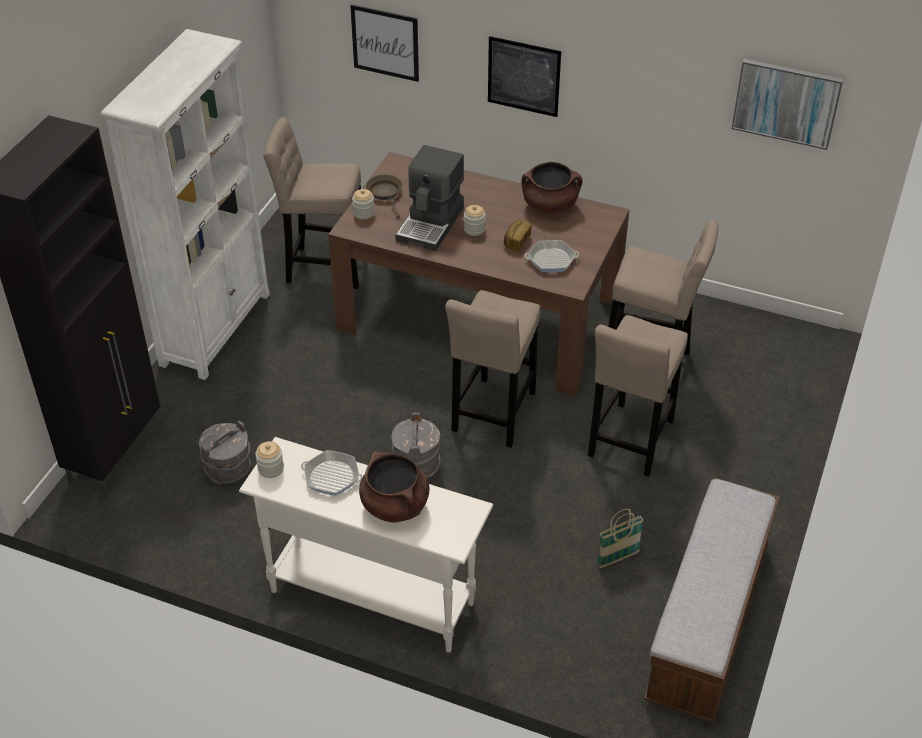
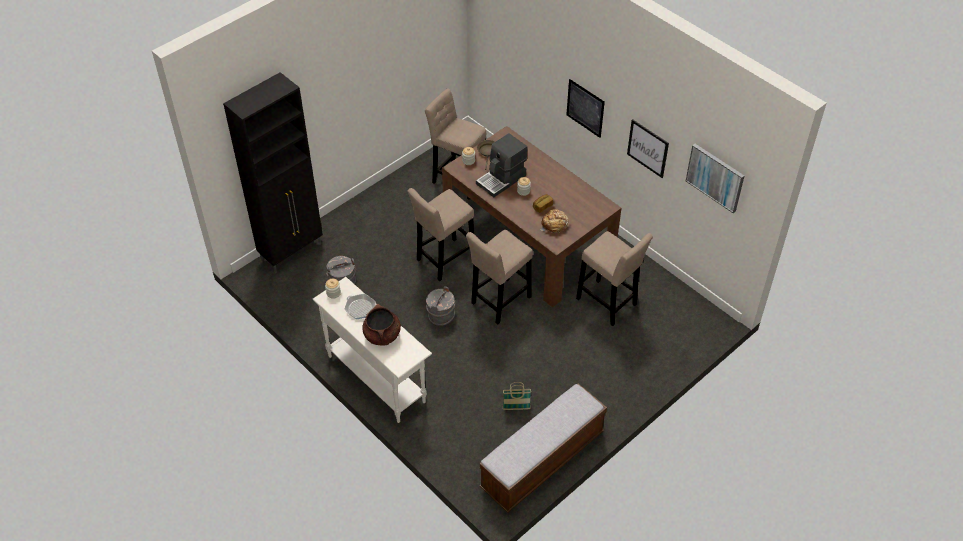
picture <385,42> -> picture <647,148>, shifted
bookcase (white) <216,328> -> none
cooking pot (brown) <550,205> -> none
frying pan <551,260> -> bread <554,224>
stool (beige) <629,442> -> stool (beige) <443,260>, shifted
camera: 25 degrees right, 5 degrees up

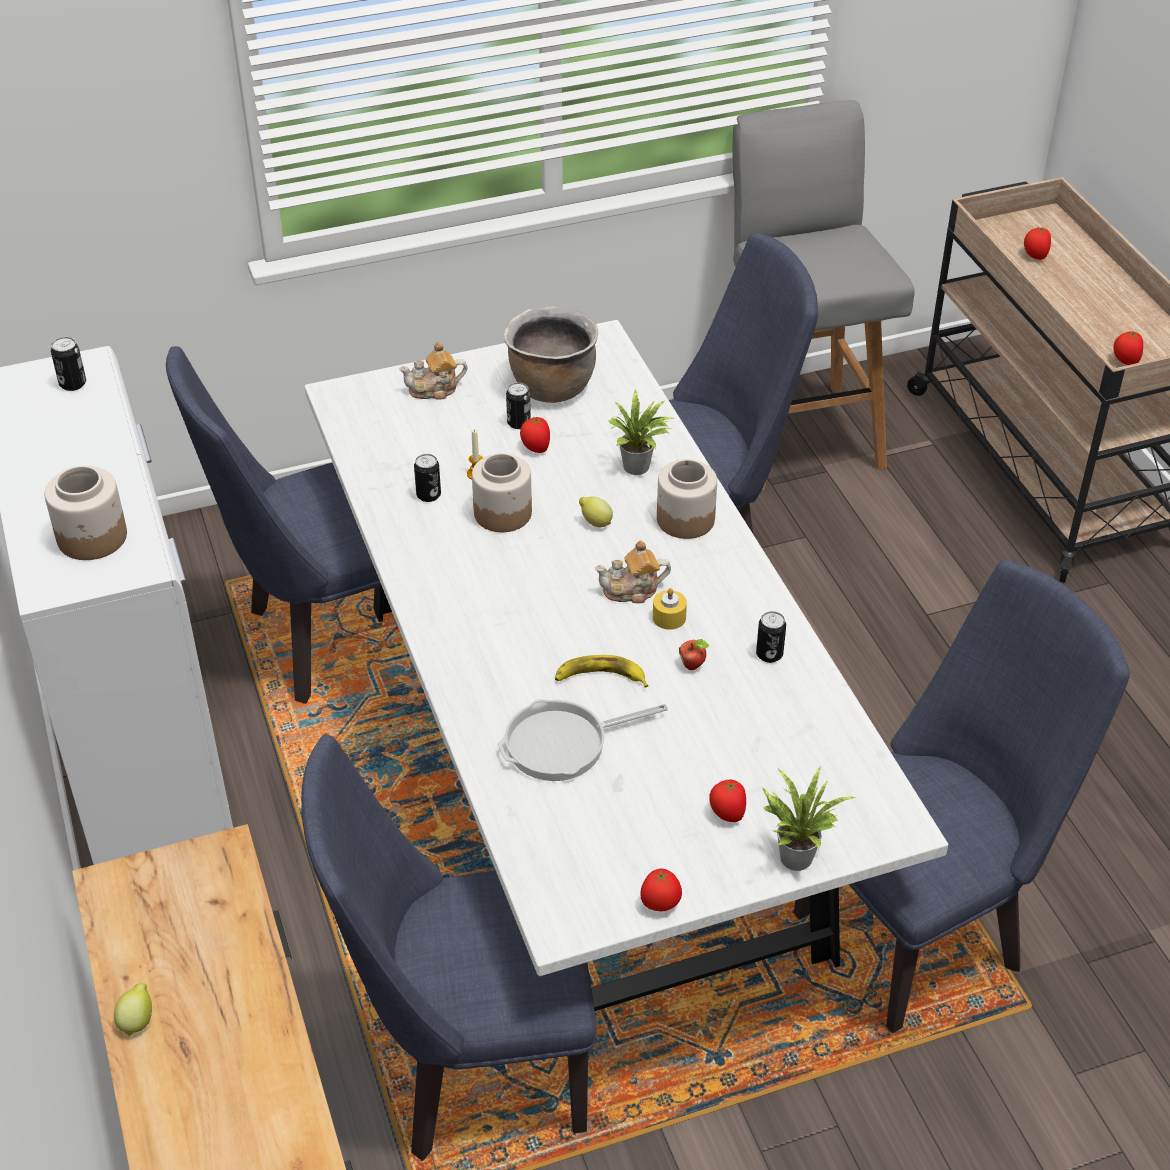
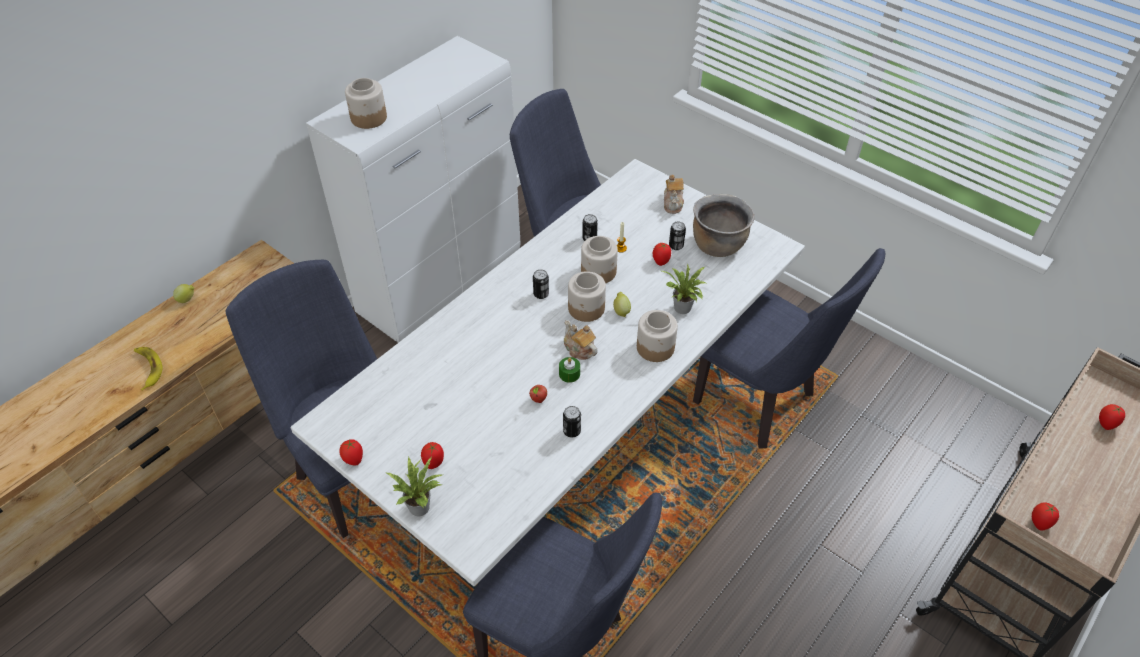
stool (grey) <797,433> -> none
can <73,384> -> can <541,294>, shifted
teapot <434,390> -> teapot <673,203>, 135 degrees counterclockwise
candle (yellow) <669,617> -> candle (green) <569,374>
banana <600,677> -> banana <148,368>, shifted
frying pan <563,744> -> none
none -> jar <586,308>
camera: 60 degrees right, 5 degrees up

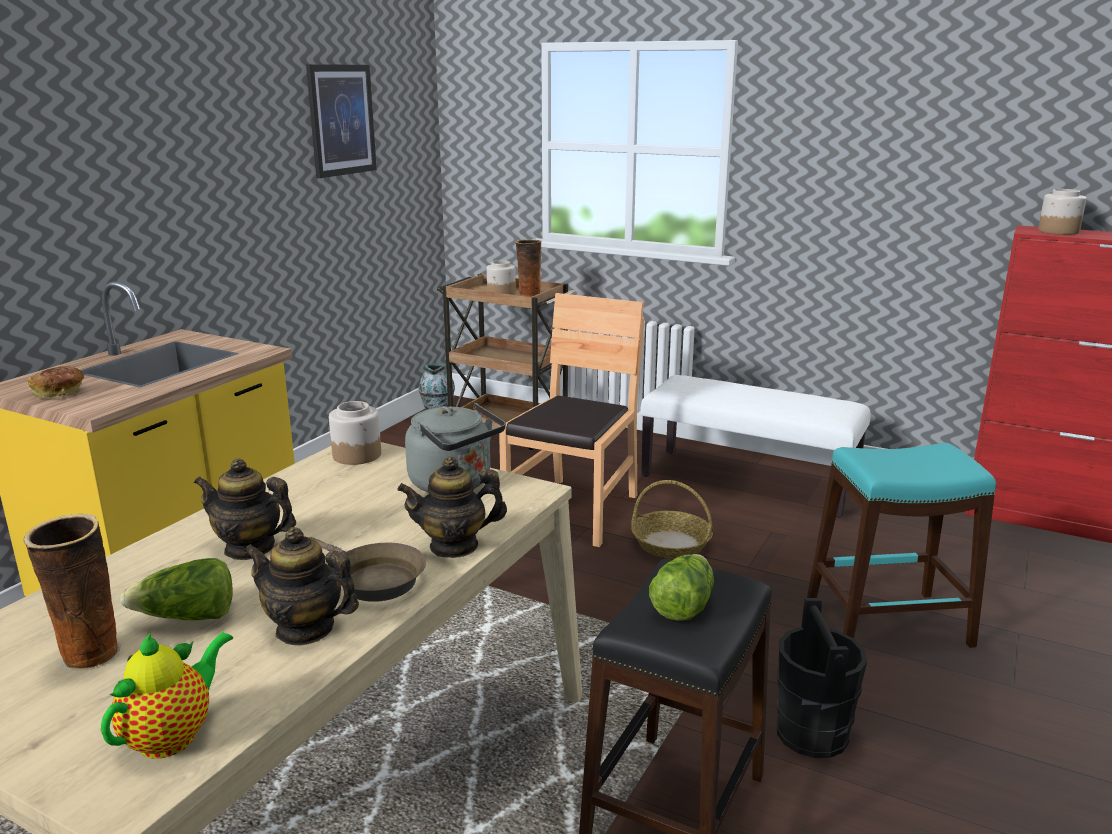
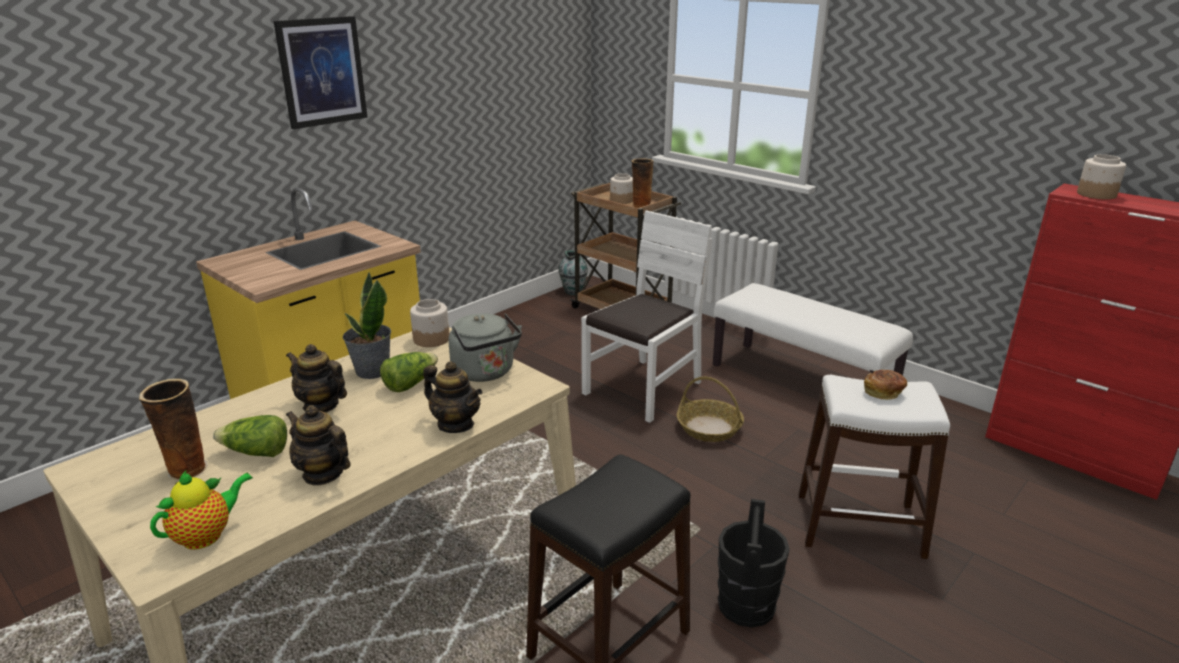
picture <341,120> -> picture <322,72>, shifted
chair (brown) <574,511> -> chair (white) <643,389>
bread <60,393> -> bread <883,392>, shifted
stool (turquoise) <888,624> -> stool (white) <860,526>
teapot <454,546> -> teapot <455,424>, 150 degrees counterclockwise
frying pan (brown) <373,580> -> none
lettuce <682,605> -> lettuce <410,384>, shifted
none -> potted plant <372,371>
camera: 15 degrees right, 5 degrees up

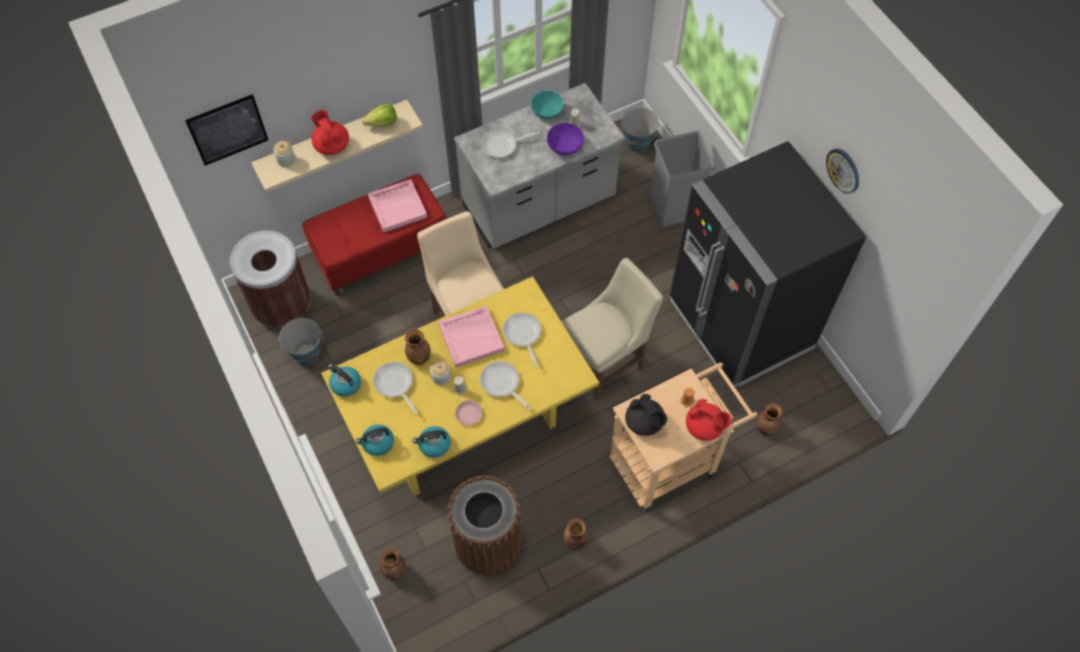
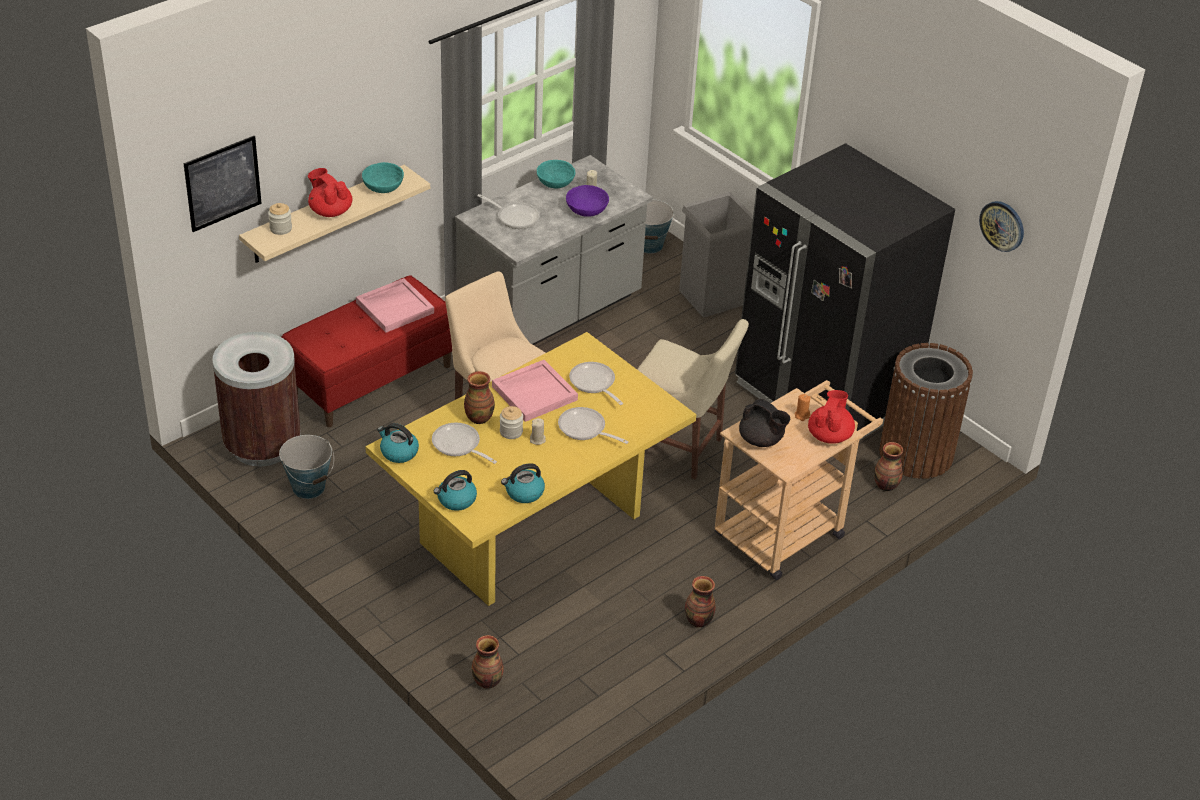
lettuce <382,123> -> bowl (turquoise) <383,187>
frying pan <503,145> -> frying pan <515,217>, 120 degrees counterclockwise
wall clock <843,170> -> wall clock <1002,225>, shifted
chair (beige) <606,363> -> chair (beige) <680,449>, 75 degrees clockwise
teapot (red) <704,427> -> teapot (red) <829,435>, 90 degrees counterclockwise
plate (pink) <469,414> -> none
trash can (brown) <488,543> -> trash can (brown) <916,453>, shifted
camera: 15 degrees left, 20 degrees down

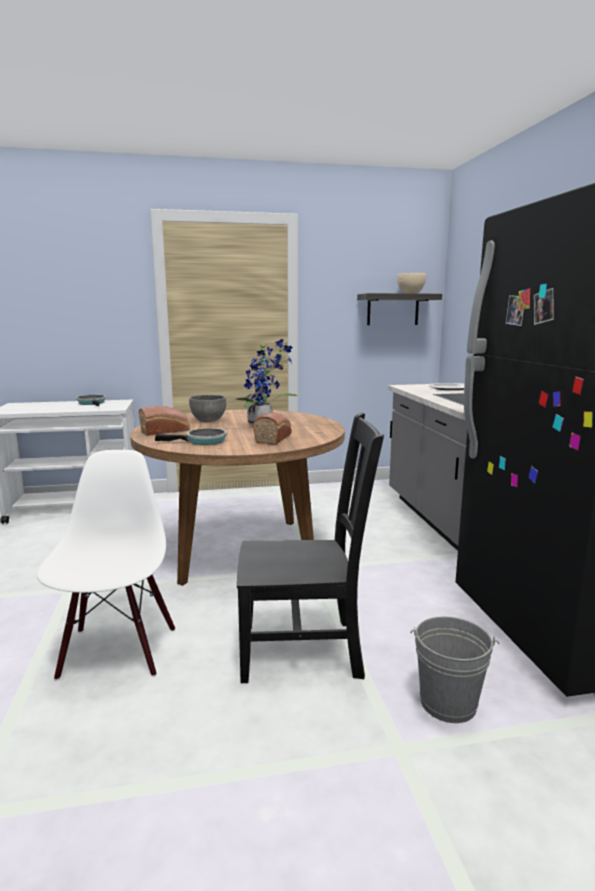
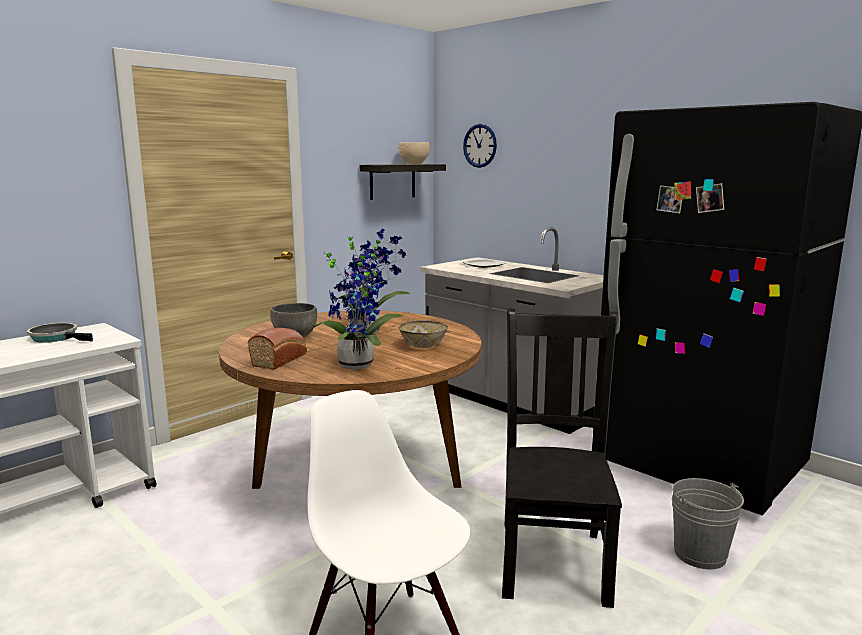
chair (black) <305,650> -> chair (black) <554,559>, 45 degrees counterclockwise
bread <274,438> -> bowl <423,346>
frying pan <203,441> -> potted plant <359,363>
none -> wall clock <480,145>
camera: 35 degrees left, 0 degrees up

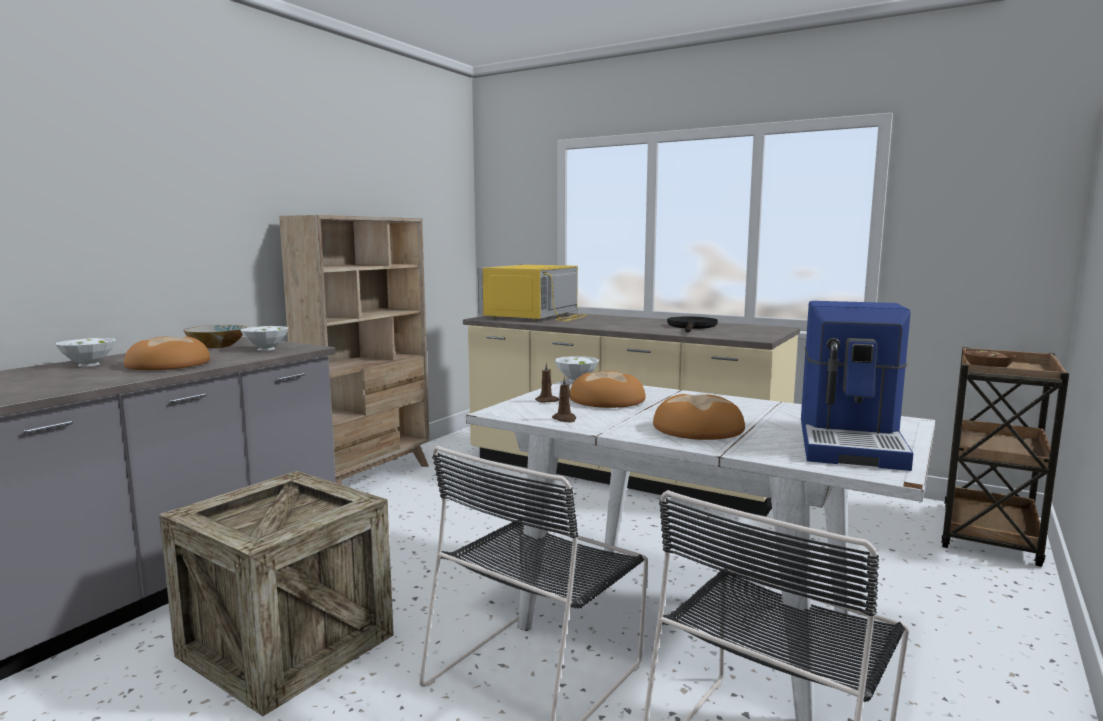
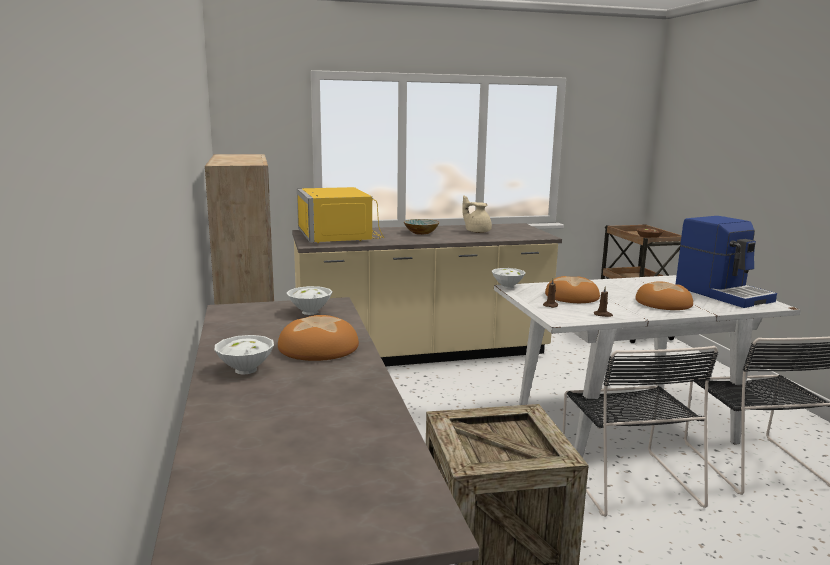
frying pan (black) <692,327> -> teapot (beige) <477,231>
bowl <217,346> -> bowl <421,233>, shifted
camera: 45 degrees left, 5 degrees up

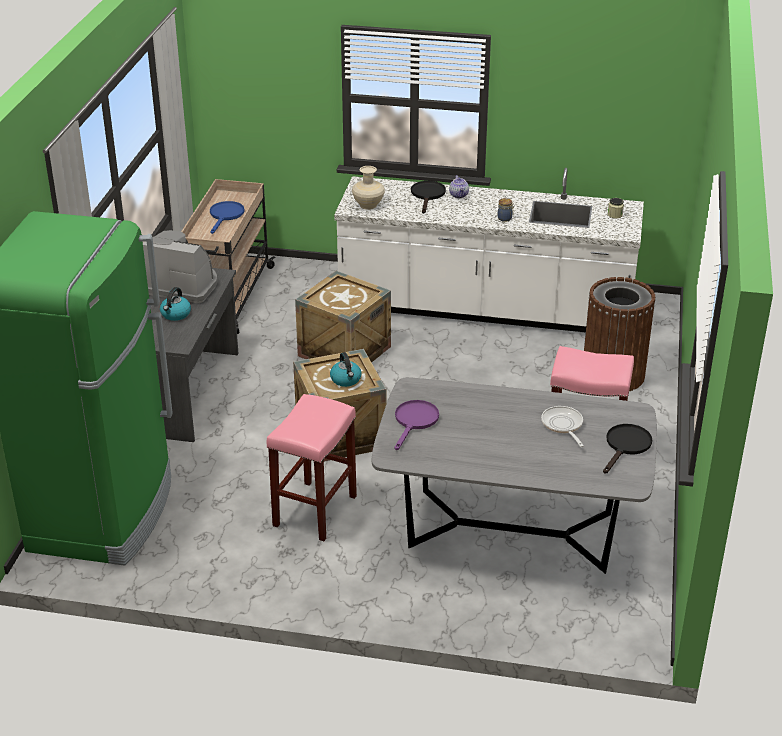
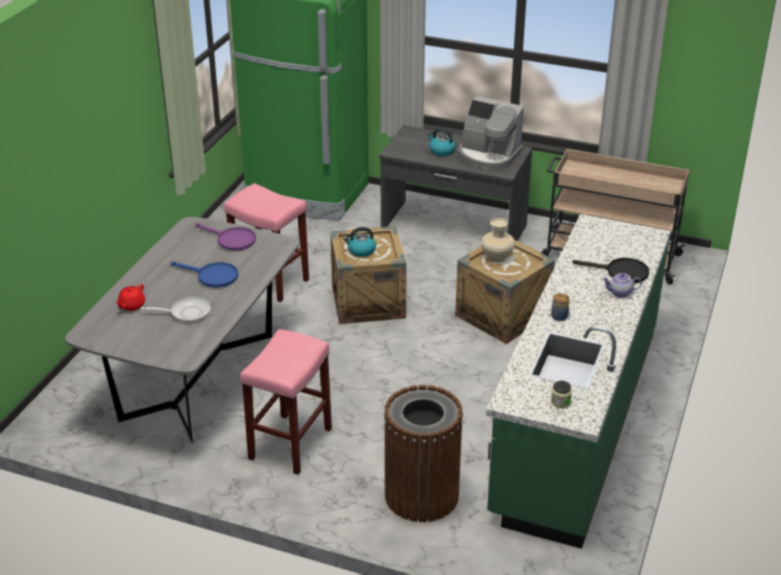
vase (beige) <368,205> -> vase (beige) <497,257>, shifted
counter (white) <485,309> -> counter (green) <575,419>
frying pan (blue) <225,216> -> frying pan (blue) <212,276>, shifted
coffee machine <183,286> -> coffee machine <488,155>, 90 degrees clockwise
frying pan (black) <626,446> -> none
none -> teapot (red) <131,305>
camera: 100 degrees right, 0 degrees up

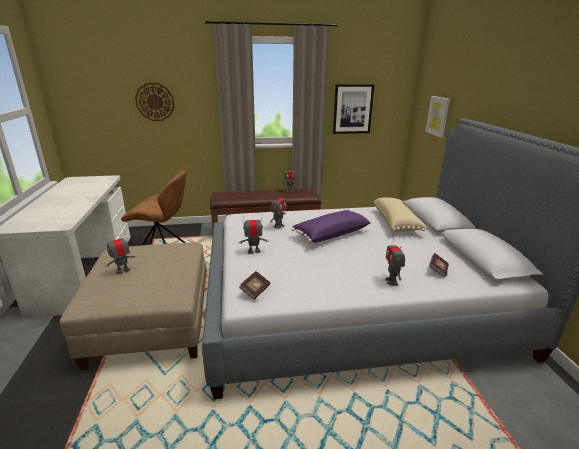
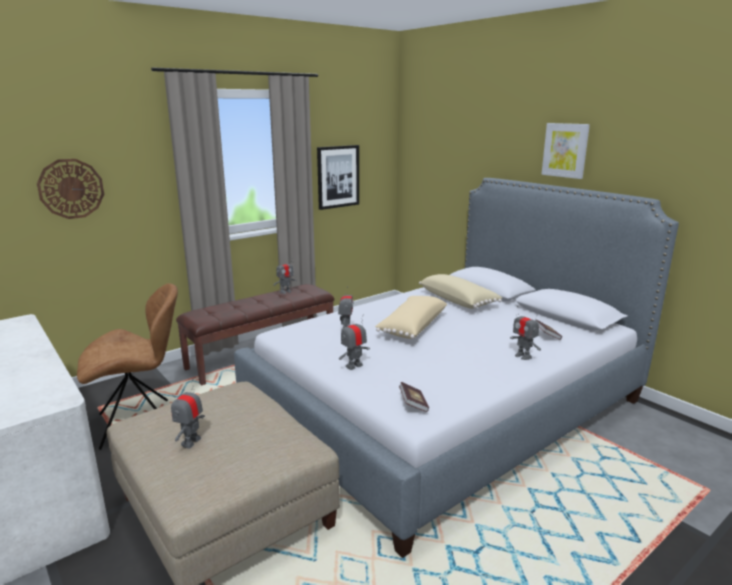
picture <438,116> -> picture <565,150>, shifted
pillow (purple) <331,234> -> pillow (beige) <411,327>
camera: 30 degrees left, 5 degrees down

